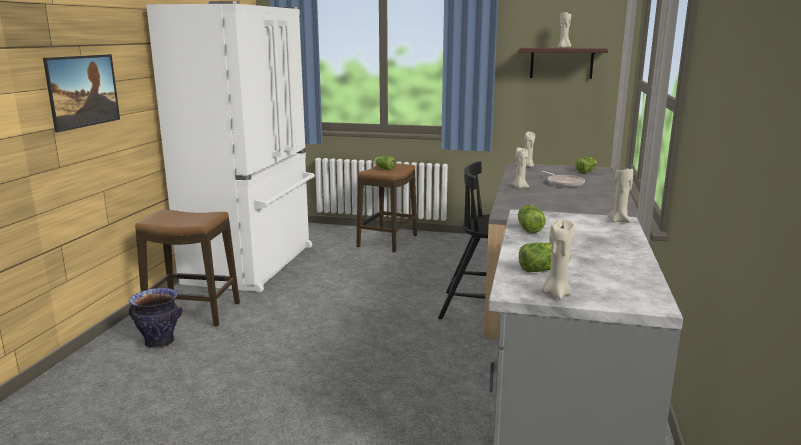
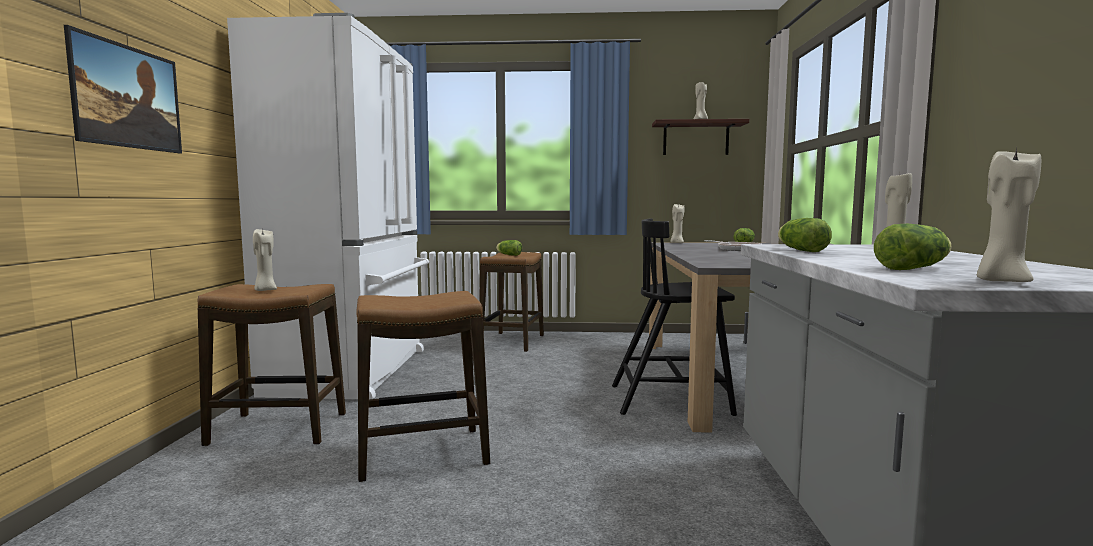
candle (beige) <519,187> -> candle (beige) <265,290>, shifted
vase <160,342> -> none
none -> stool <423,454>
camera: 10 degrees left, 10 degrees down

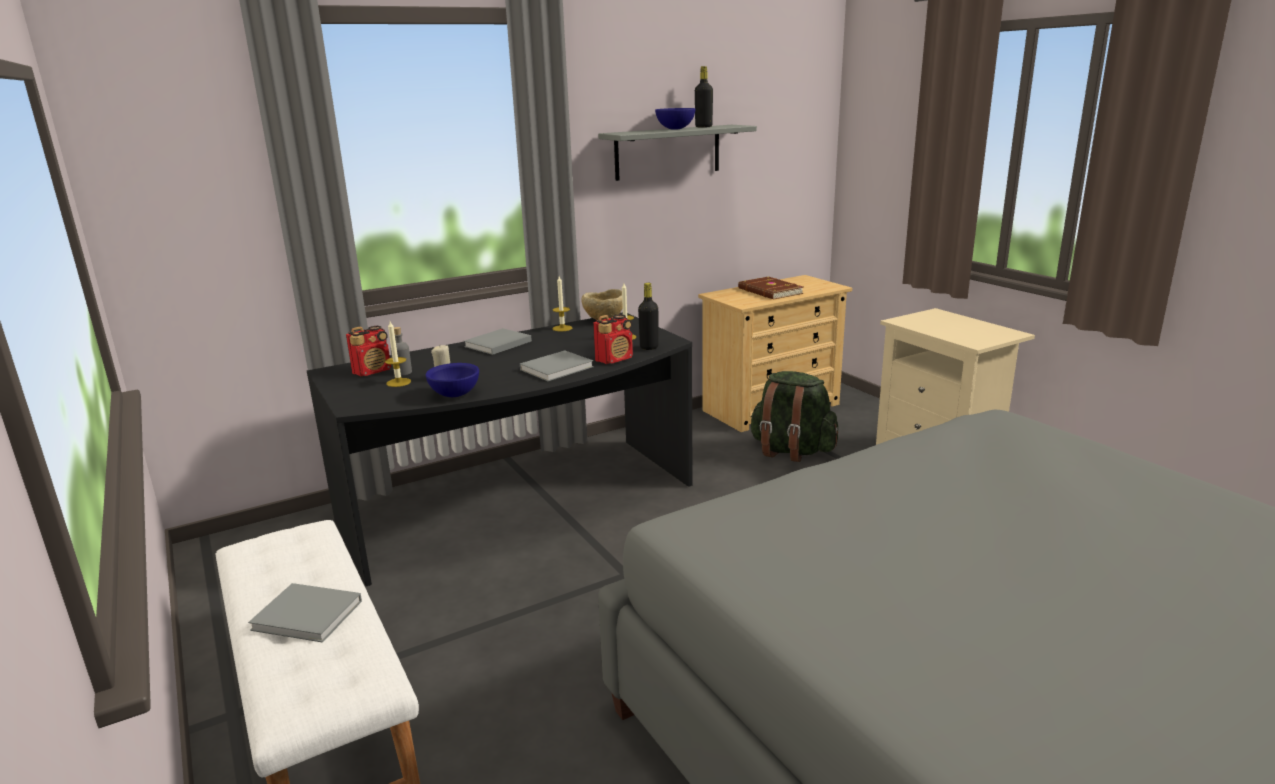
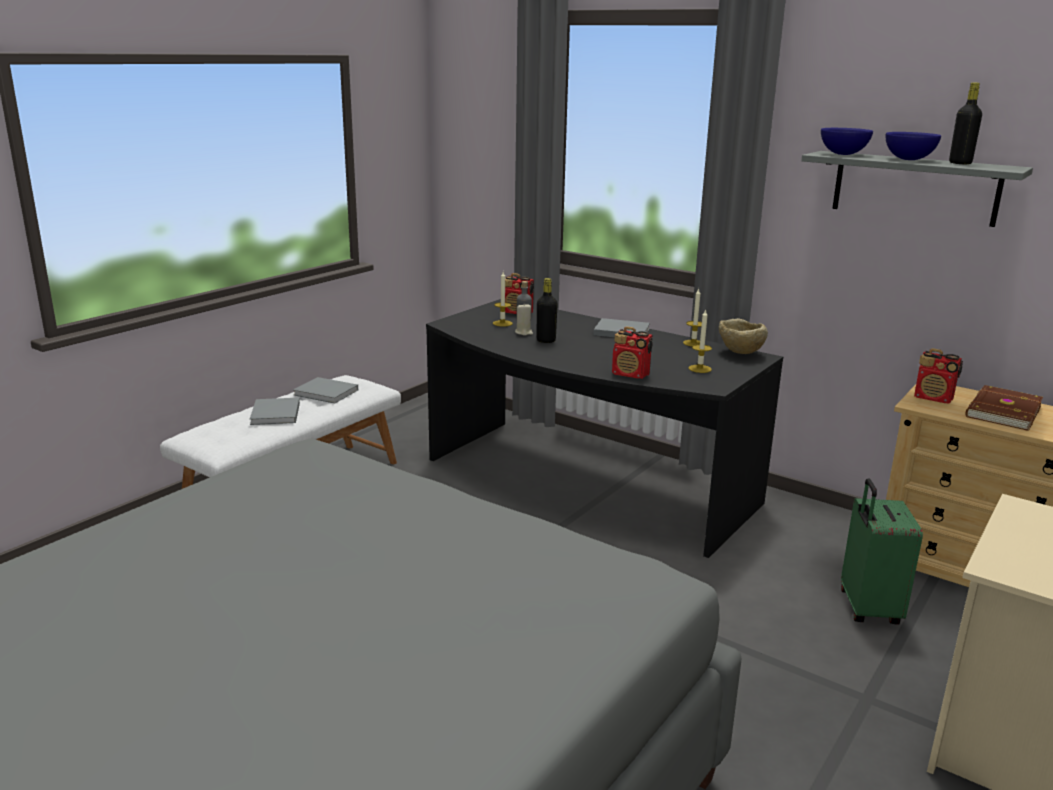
bottle (black) <649,347> -> bottle (black) <546,341>, shifted
book (grey) <558,368> -> book (grey) <327,393>, shifted
bowl (blue) <455,394> -> bowl (blue) <844,154>, shifted
backpack (green) <791,451> -> suitcase (green) <867,608>
none -> radio <933,398>
camera: 65 degrees right, 0 degrees up

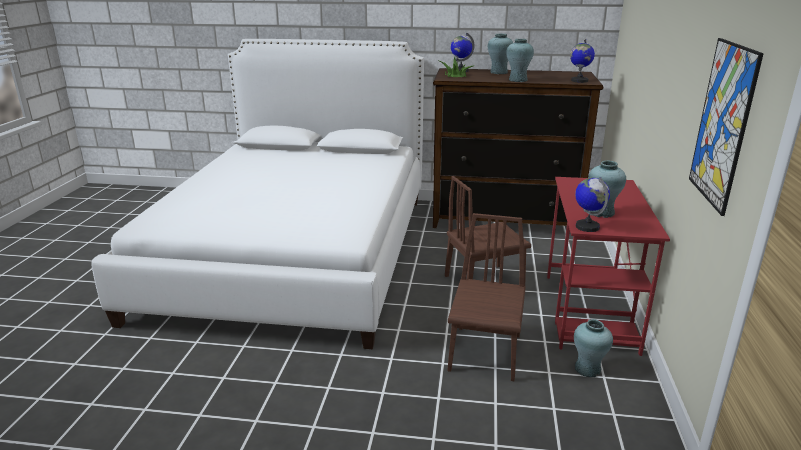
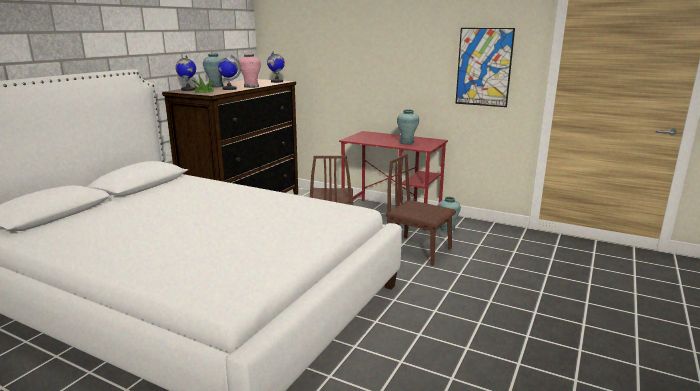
vase (turquoise) <518,80> -> vase (pink) <251,86>
globe <587,227> -> globe <229,89>, shifted
camera: 70 degrees left, 5 degrees down

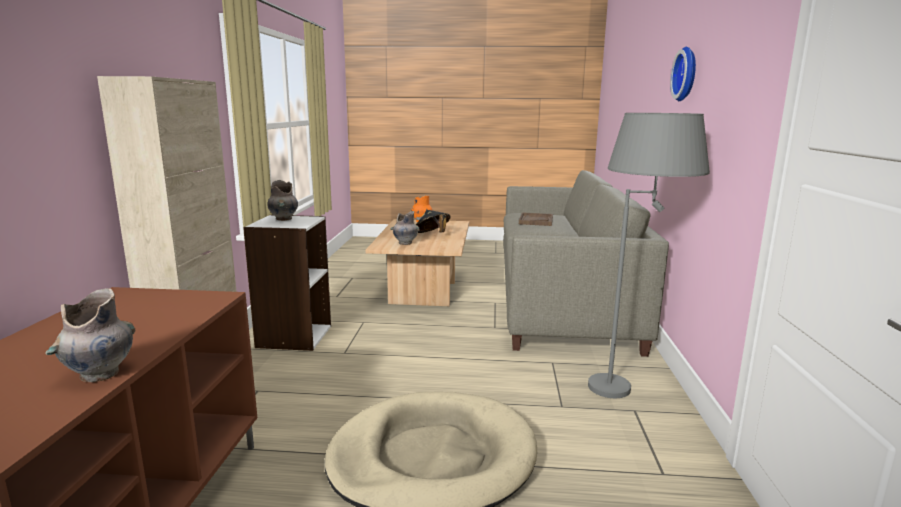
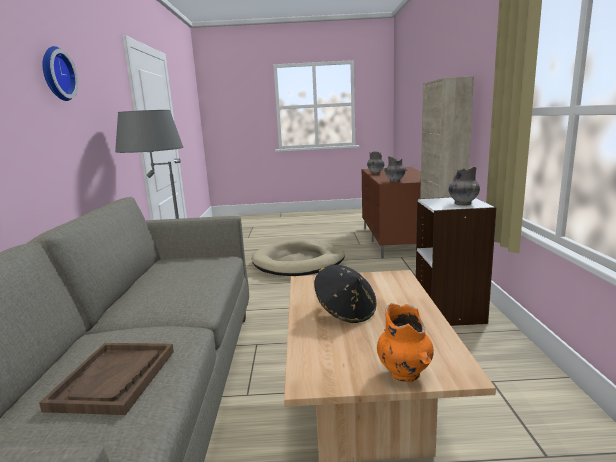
vase (grey) <405,243> -> vase (grey) <395,181>, shifted
camera: 175 degrees right, 0 degrees up

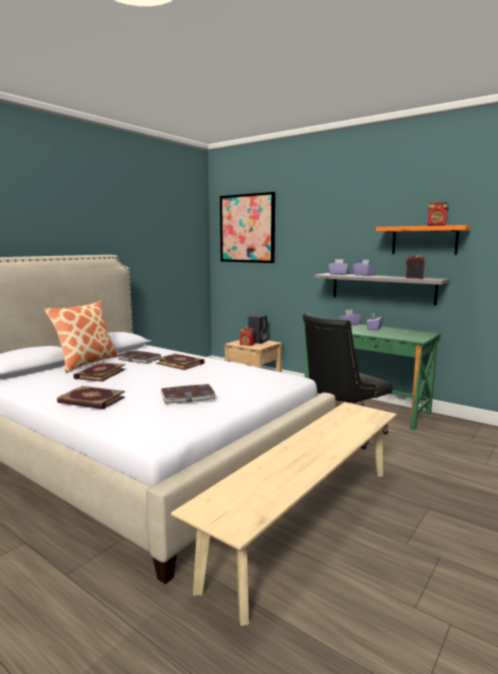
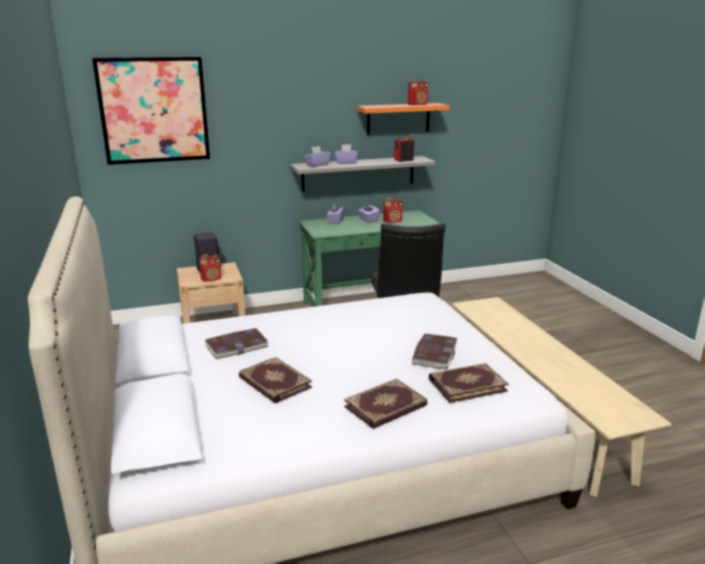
pillow <86,363> -> none
book <180,363> -> book <467,384>, shifted
none -> radio <393,221>
camera: 55 degrees left, 10 degrees up

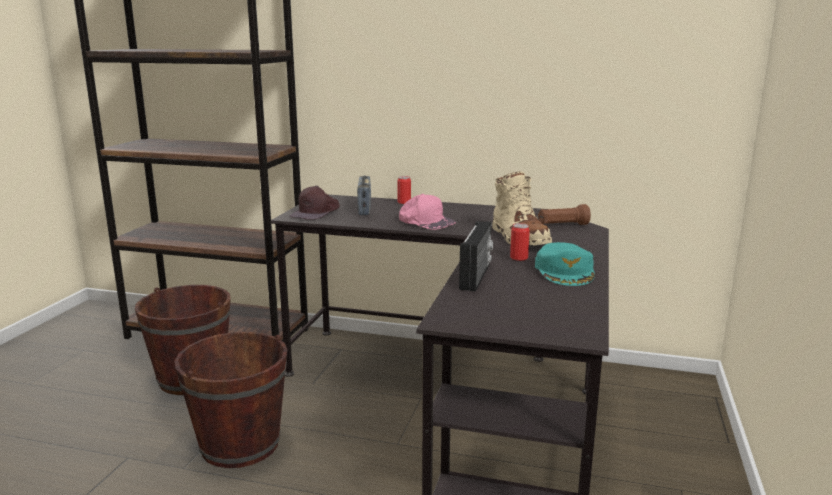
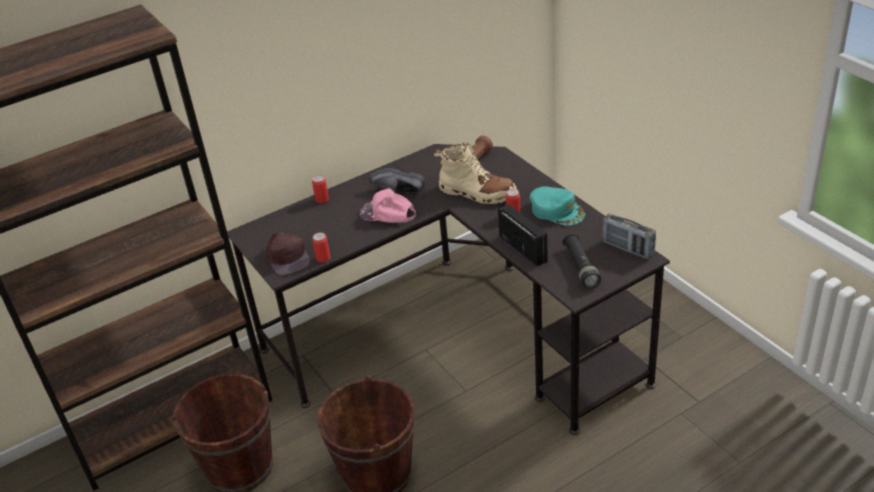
radio <364,209> -> radio <627,249>, shifted
cap (pink) <426,222> -> cap (pink) <388,214>, 150 degrees counterclockwise
none -> shoe (black) <398,192>
none -> can <323,258>
none -> flashlight (black) <581,267>
camera: 45 degrees left, 20 degrees up

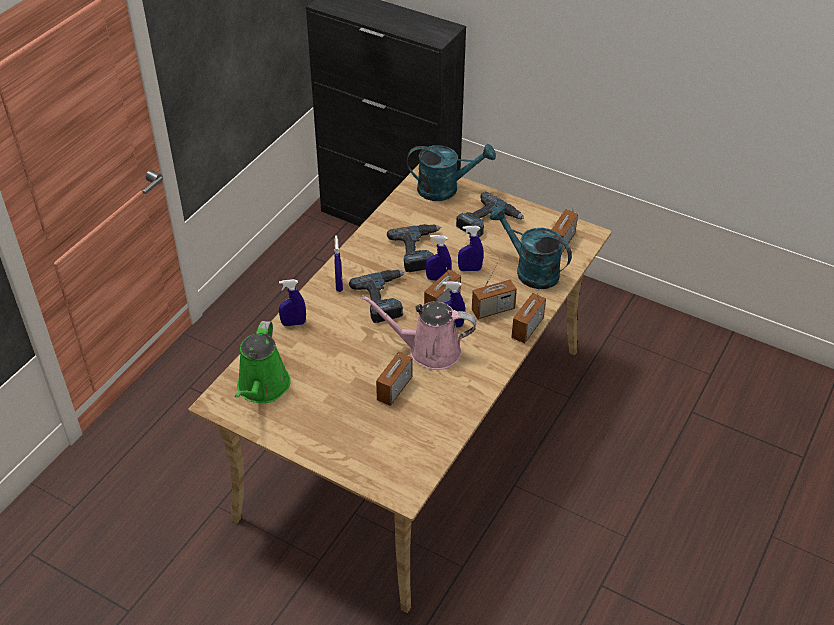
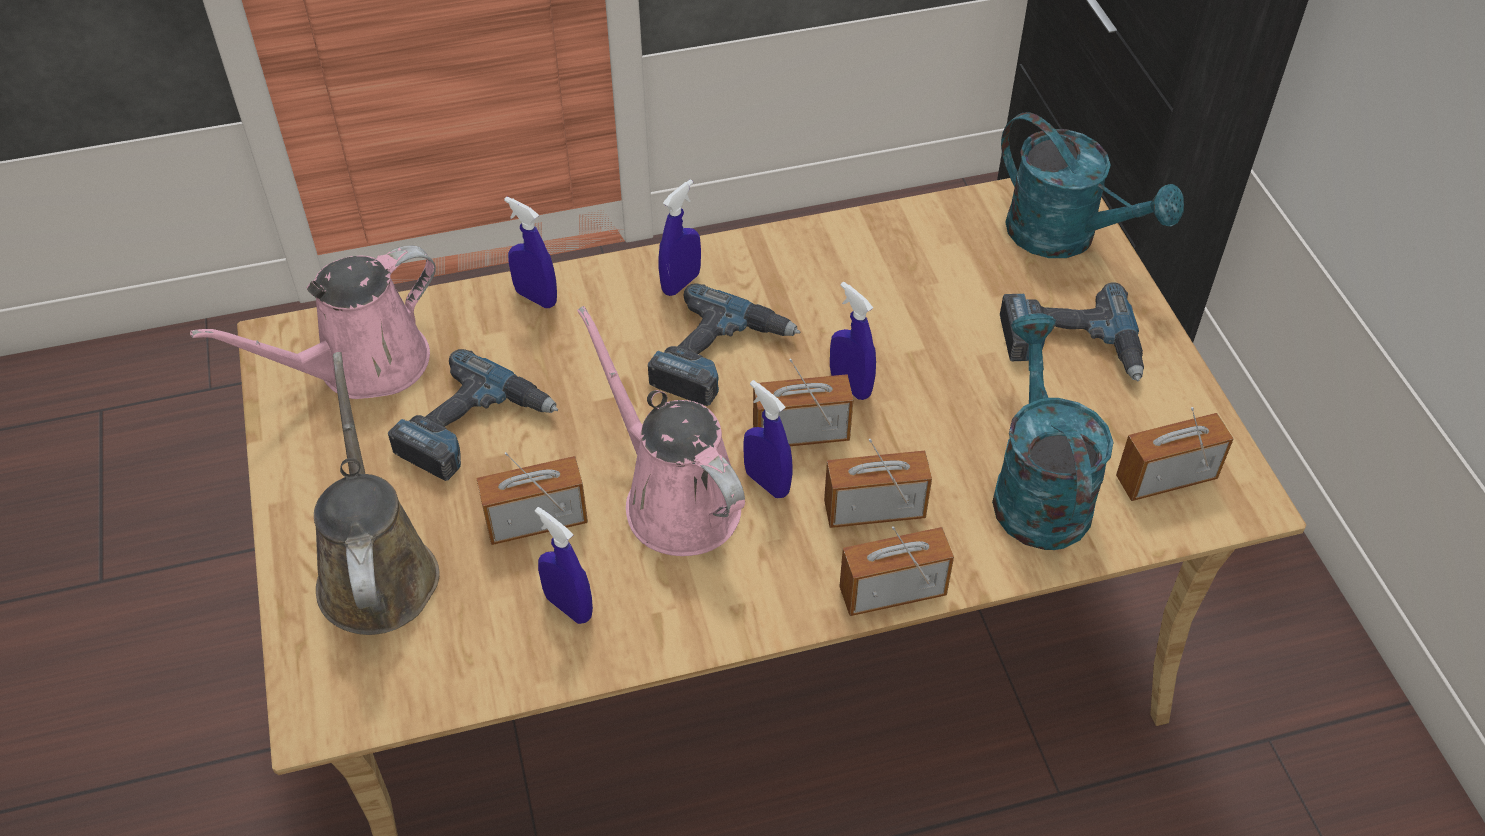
power drill <419,251> -> power drill <473,428>, shifted
spray bottle (blue) <470,269> -> spray bottle (blue) <568,607>, shifted
radio <493,310> -> radio <874,510>, 150 degrees clockwise
watering can (green) <262,388> -> watering can (pink) <363,366>
none -> watering can (brown) <376,570>
camera: 45 degrees right, 5 degrees up

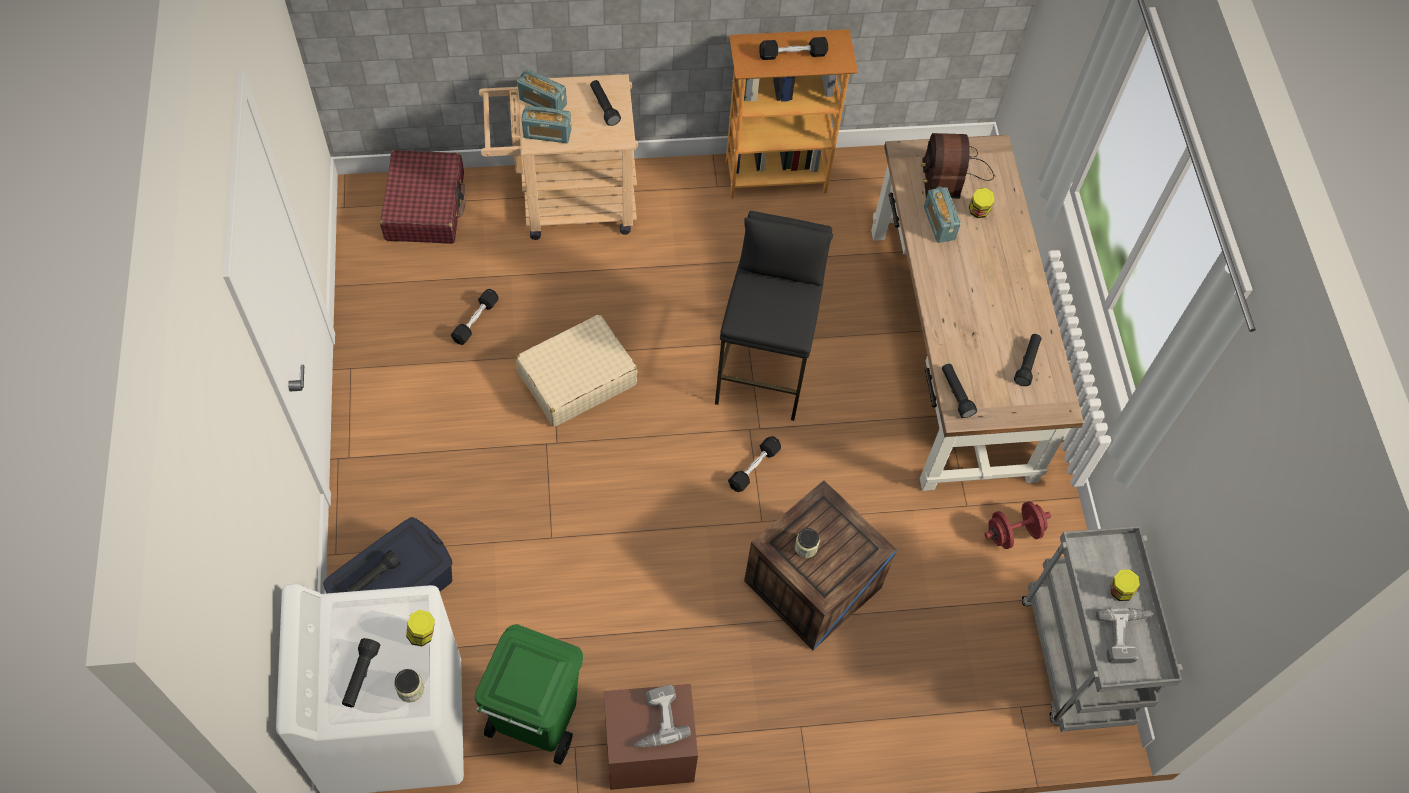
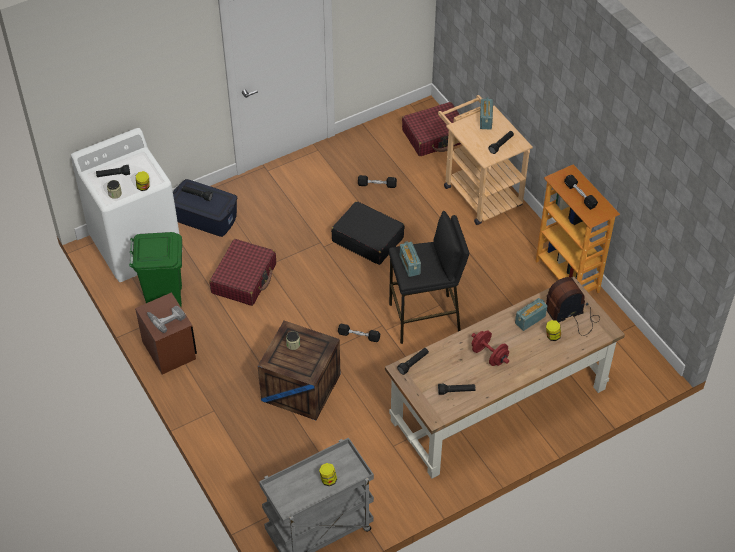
radio <547,133> -> radio <409,265>, shifted
suitcase (beige) <576,379> -> suitcase (black) <367,239>
dumbbell (red) <1013,532> -> dumbbell (red) <489,355>, shifted
power drill <1126,636> -> none
none -> suitcase (red) <244,278>
camera: 70 degrees right, 10 degrees down

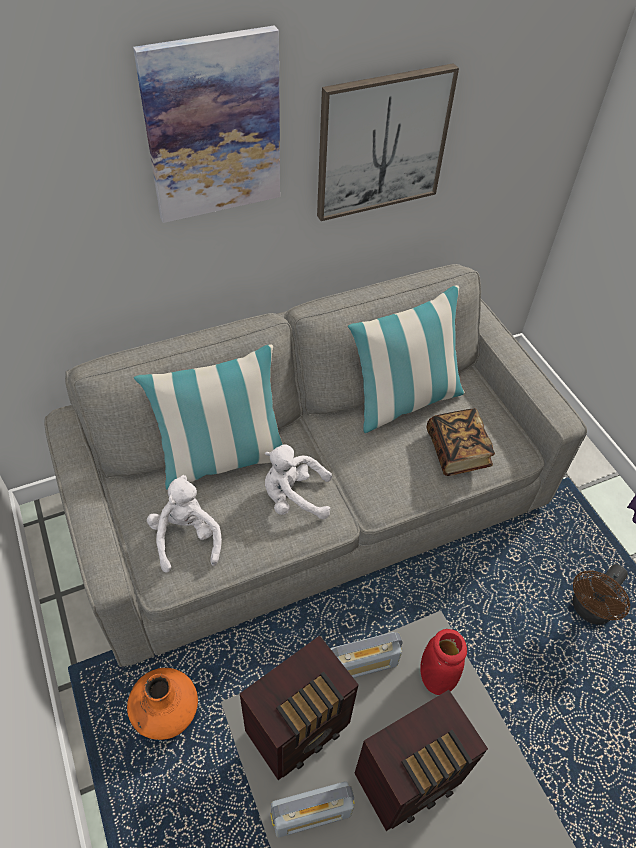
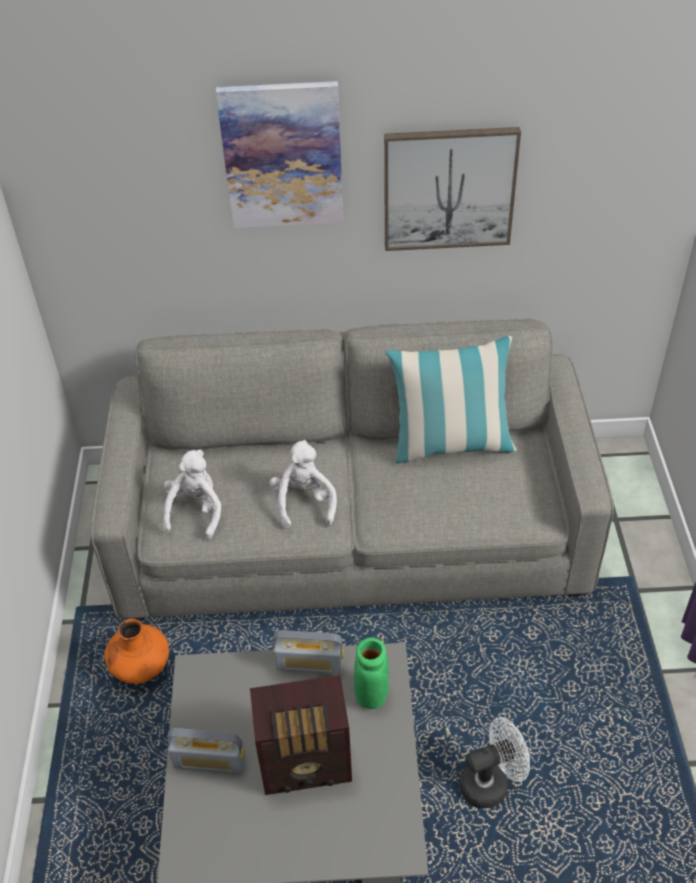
pillow <223,459> -> none
book <457,451> -> none
plush toy (white) <294,497> -> plush toy (white) <304,503>, 60 degrees clockwise
fan (brown) <589,611> -> none
vase (red) <436,676> -> vase (green) <371,694>
radio <300,727> -> none
none -> fan (white) <491,782>
camera: 25 degrees right, 5 degrees down

